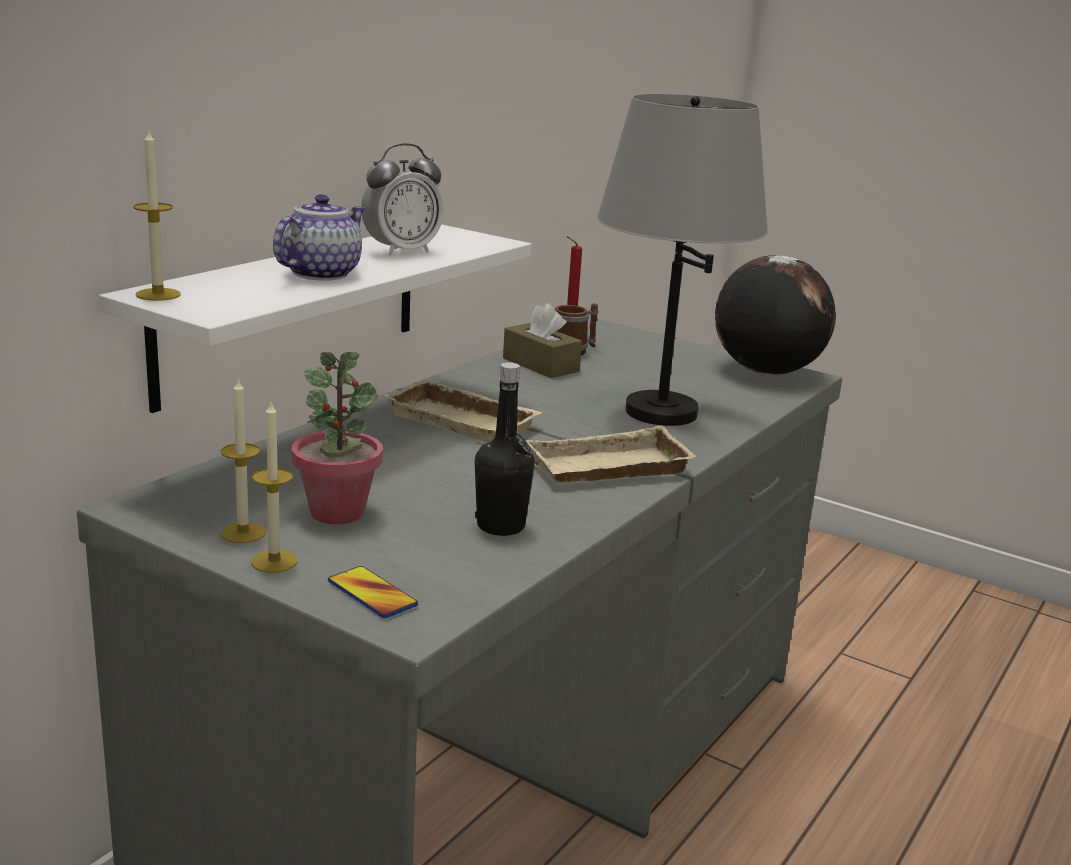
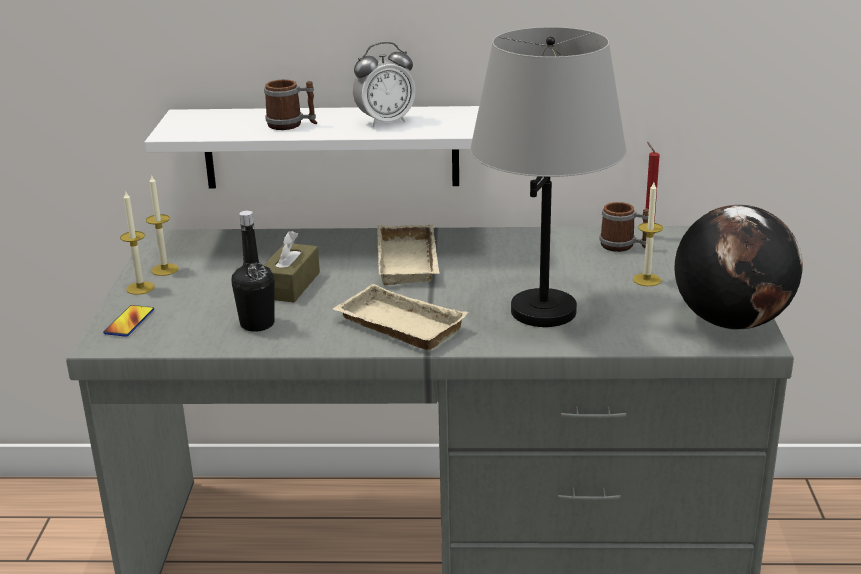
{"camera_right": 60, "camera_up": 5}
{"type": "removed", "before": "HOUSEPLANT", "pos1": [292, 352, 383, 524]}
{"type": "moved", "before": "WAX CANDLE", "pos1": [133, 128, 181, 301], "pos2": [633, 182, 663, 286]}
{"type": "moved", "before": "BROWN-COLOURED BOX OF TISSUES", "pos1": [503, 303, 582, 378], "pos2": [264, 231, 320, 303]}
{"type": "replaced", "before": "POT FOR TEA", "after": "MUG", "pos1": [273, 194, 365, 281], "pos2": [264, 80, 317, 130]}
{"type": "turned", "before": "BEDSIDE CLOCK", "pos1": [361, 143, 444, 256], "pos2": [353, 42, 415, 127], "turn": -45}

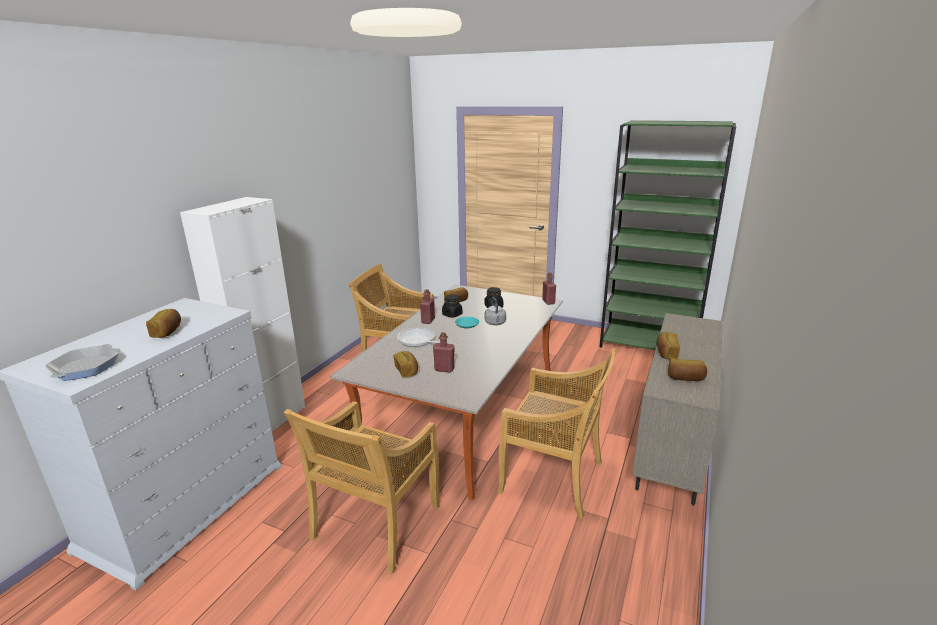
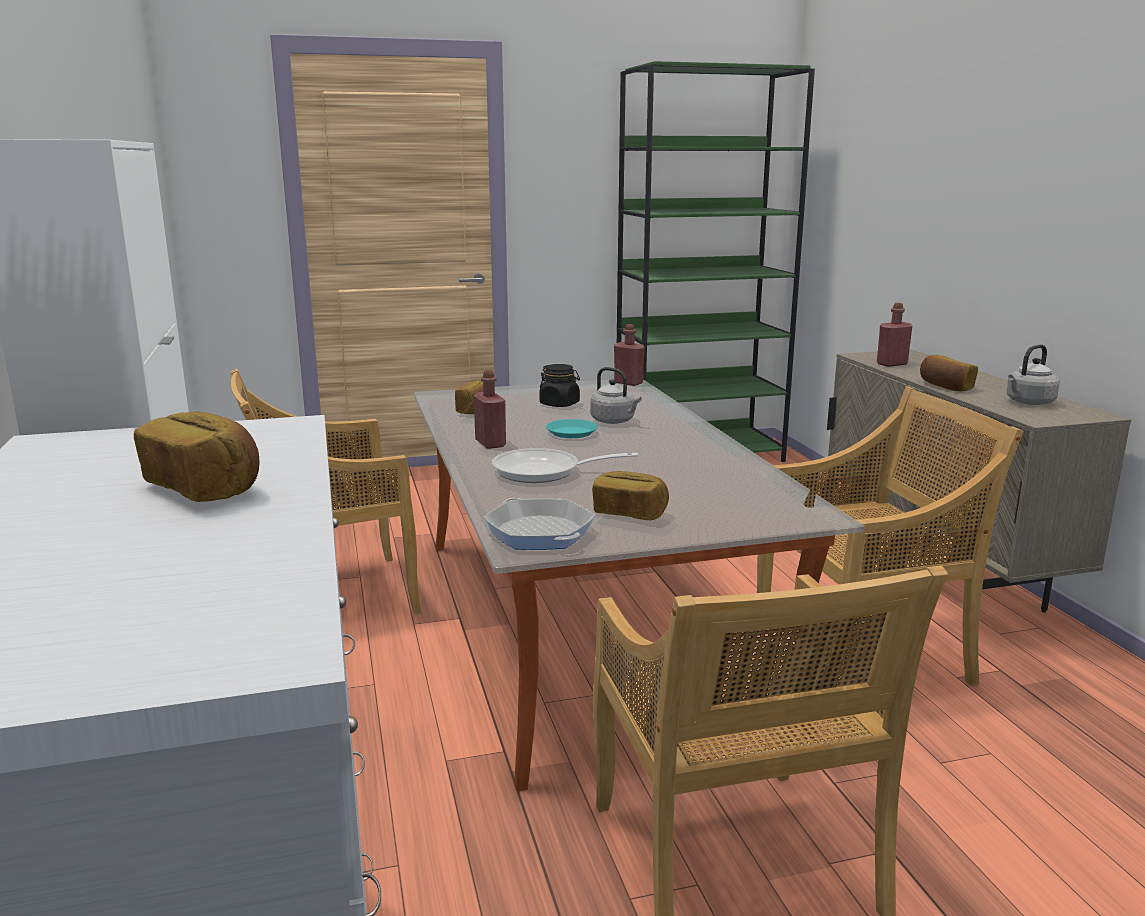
{"camera_right": -40, "camera_up": -5}
{"type": "removed", "before": "BLACK STORAGE JAR", "pos1": [442, 294, 462, 318]}
{"type": "moved", "before": "FRYING PAN", "pos1": [45, 344, 119, 381], "pos2": [483, 498, 595, 550]}
{"type": "moved", "before": "REDDISH BOTTLE", "pos1": [433, 332, 455, 373], "pos2": [877, 303, 912, 367]}
{"type": "replaced", "before": "BAKED BREAD", "after": "GREY KETTLE", "pos1": [668, 358, 707, 381], "pos2": [1007, 344, 1060, 405]}

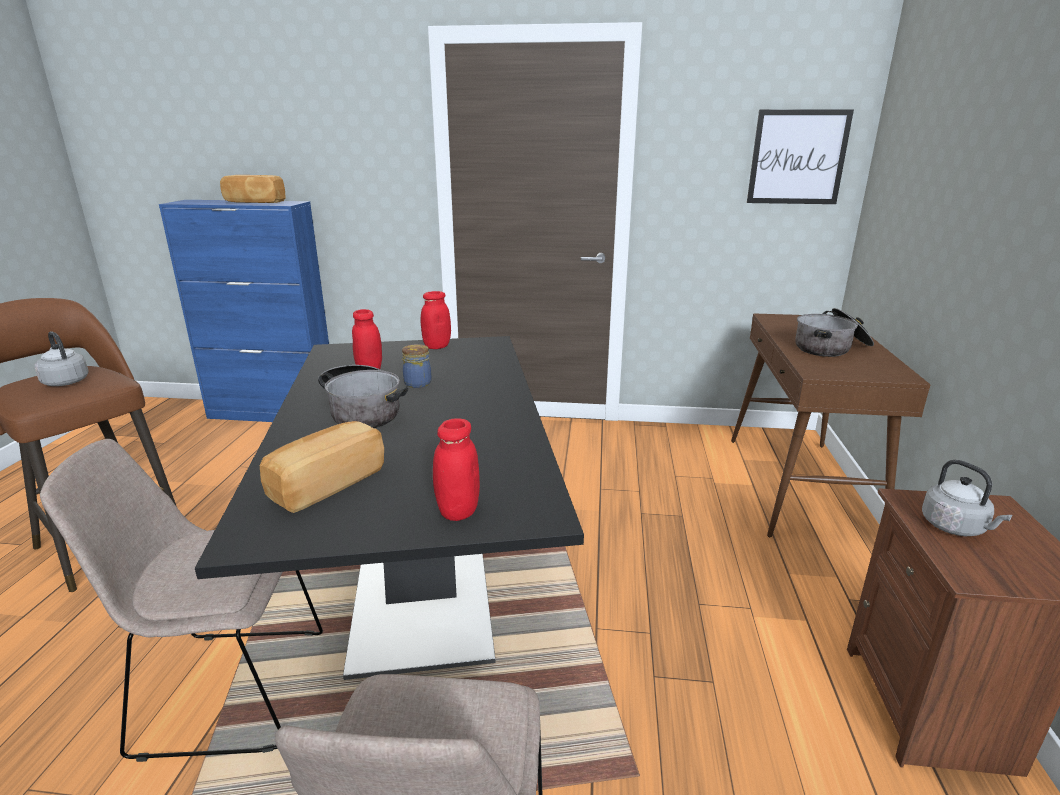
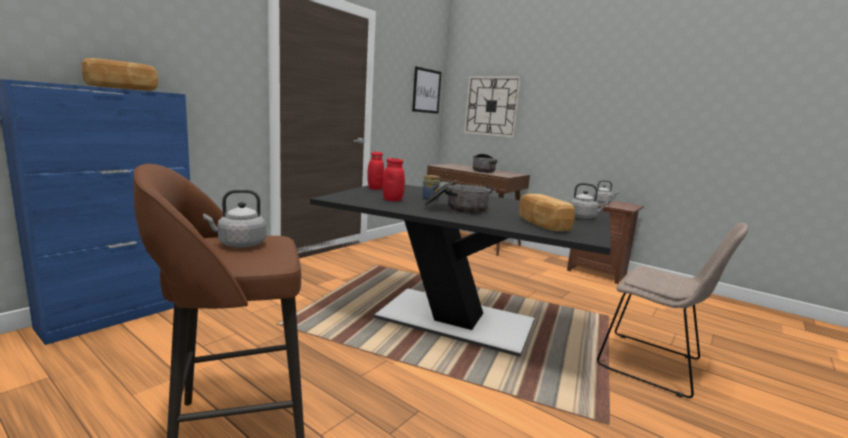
{"camera_right": -60, "camera_up": -10}
{"type": "removed", "before": "BEIGE UPRIGHT CHAIR", "pos1": [40, 439, 323, 762]}
{"type": "added", "after": "CLOCK ON THE WALL", "pos2": [464, 76, 522, 138]}
{"type": "replaced", "before": "REDDISH STORAGE JAR", "after": "GREY KETTLE", "pos1": [433, 418, 480, 521], "pos2": [569, 183, 608, 219]}

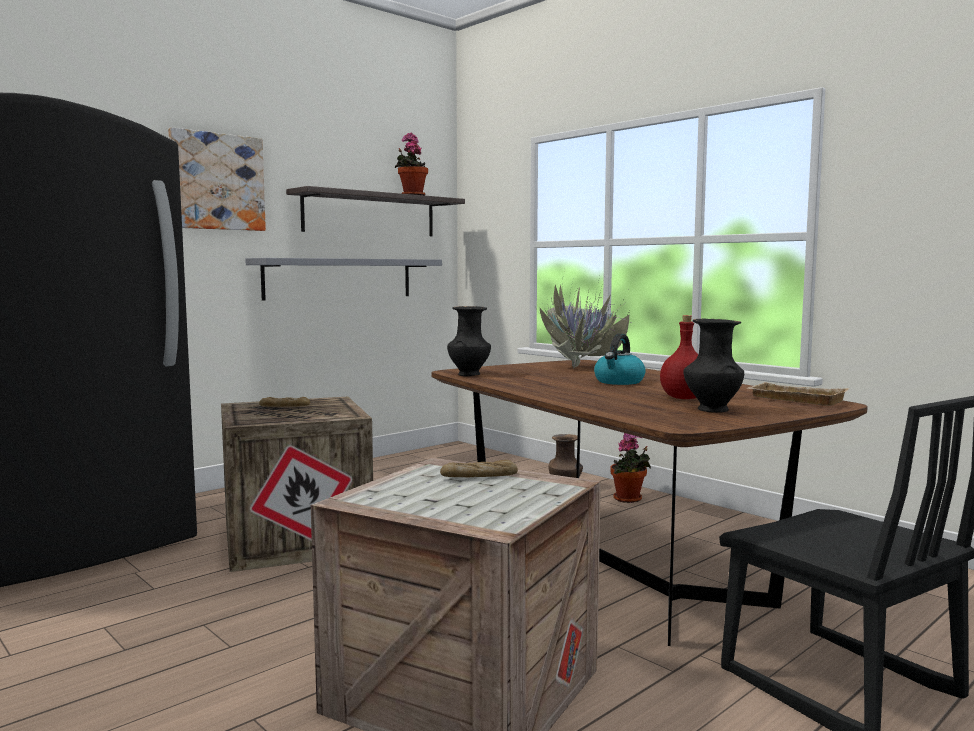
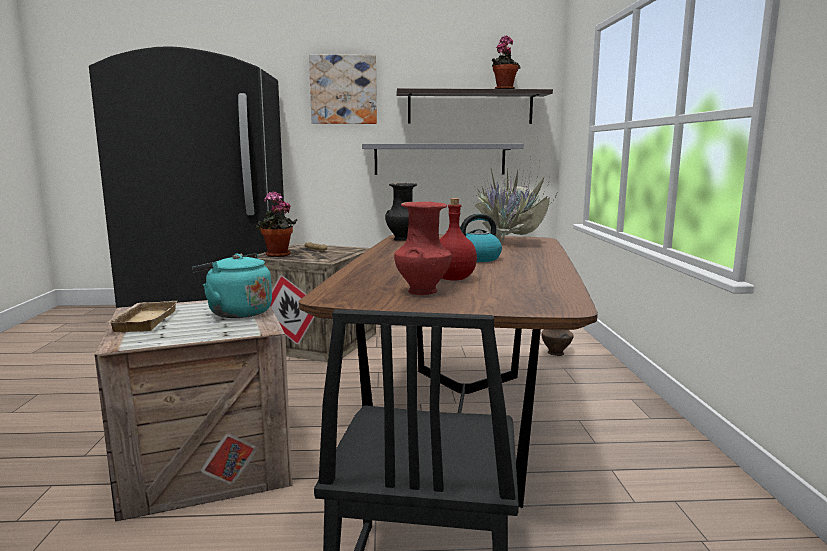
{"camera_right": 40, "camera_up": 5}
{"type": "moved", "before": "HOUSEPLANT", "pos1": [610, 433, 651, 503], "pos2": [255, 191, 297, 257]}
{"type": "moved", "before": "BEIGE CARRYING TRAY", "pos1": [748, 382, 849, 406], "pos2": [105, 301, 177, 333]}
{"type": "replaced", "before": "BAKED BREAD", "after": "TURQUOISE-COLOURED KETTLE", "pos1": [440, 460, 518, 477], "pos2": [192, 253, 272, 318]}
{"type": "recoloured", "before": "BLACK FLOWER VASE", "after": "REDDISH FLOWER VASE", "pos1": [683, 318, 744, 413], "pos2": [394, 202, 452, 295]}

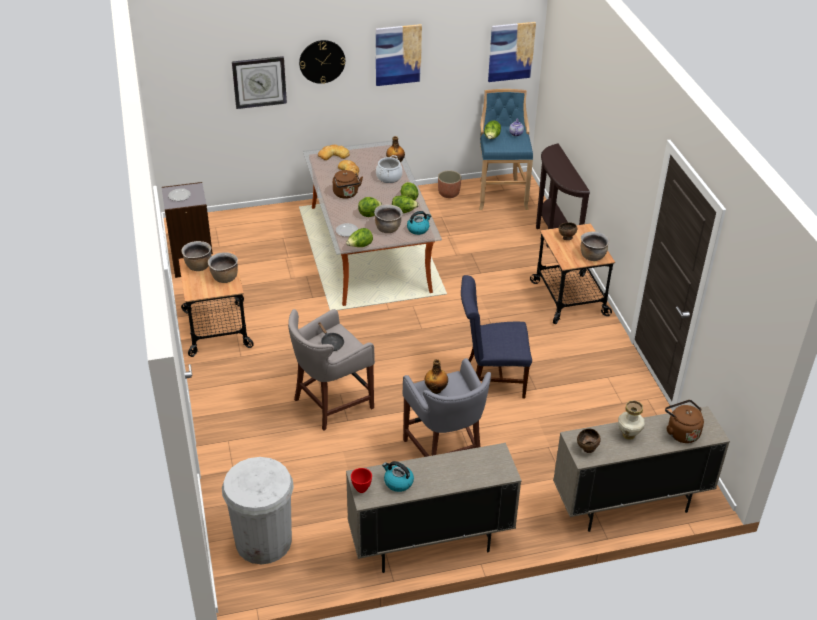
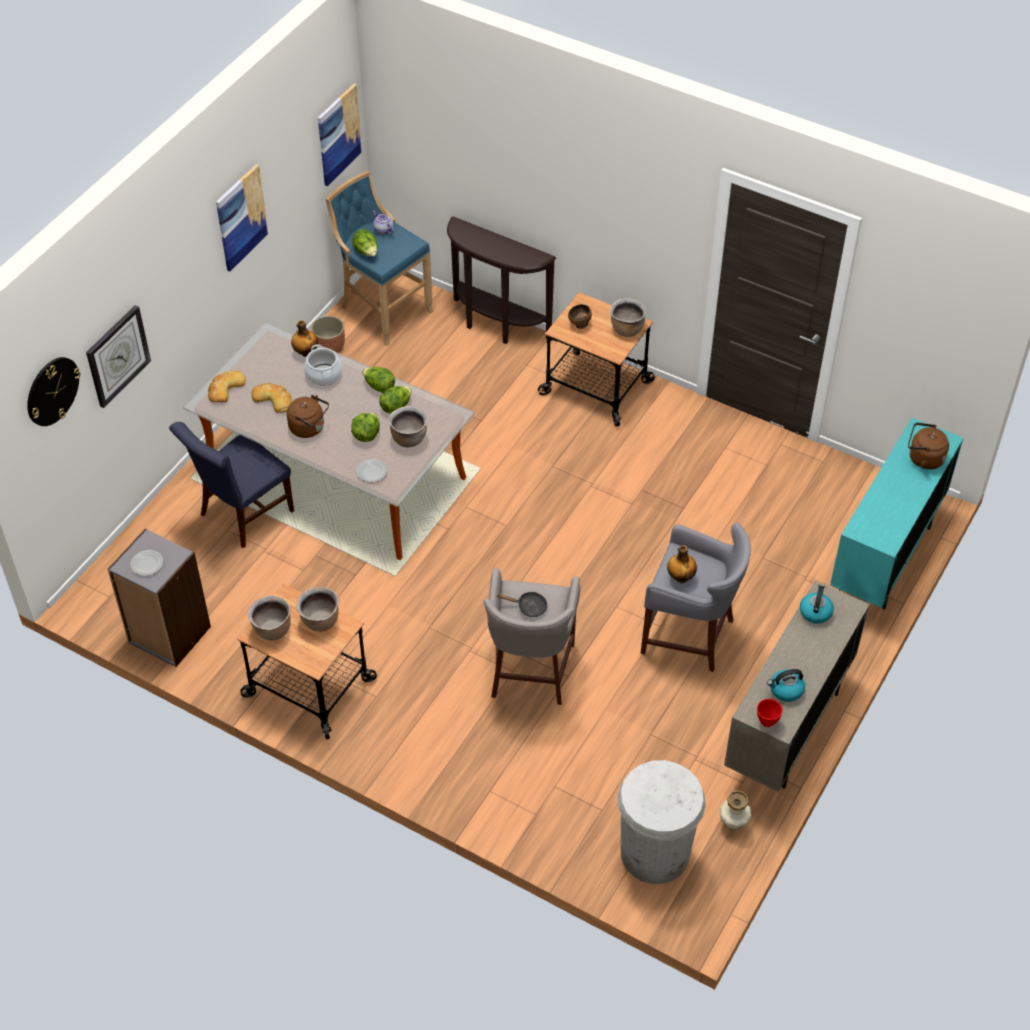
{"camera_right": -45, "camera_up": 10}
{"type": "removed", "before": "LETTUCE HEAD", "pos1": [346, 228, 373, 247]}
{"type": "removed", "before": "BROWN-COLOURED DEEP DISH", "pos1": [577, 428, 600, 453]}
{"type": "moved", "before": "CLOCK ON THE WALL", "pos1": [299, 40, 345, 84], "pos2": [27, 357, 80, 426]}
{"type": "moved", "before": "KETTLE", "pos1": [407, 211, 431, 235], "pos2": [800, 584, 834, 624]}
{"type": "moved", "before": "BLUISH UPRIGHT CHAIR", "pos1": [461, 275, 532, 398], "pos2": [169, 422, 294, 548]}
{"type": "moved", "before": "FLOWER VASE", "pos1": [618, 400, 645, 440], "pos2": [719, 791, 751, 831]}
{"type": "recoloured", "before": "BEIGE CUPBOARD", "after": "TURQUOISE-COLOURED CUPBOARD", "pos1": [553, 406, 730, 532], "pos2": [830, 418, 963, 610]}

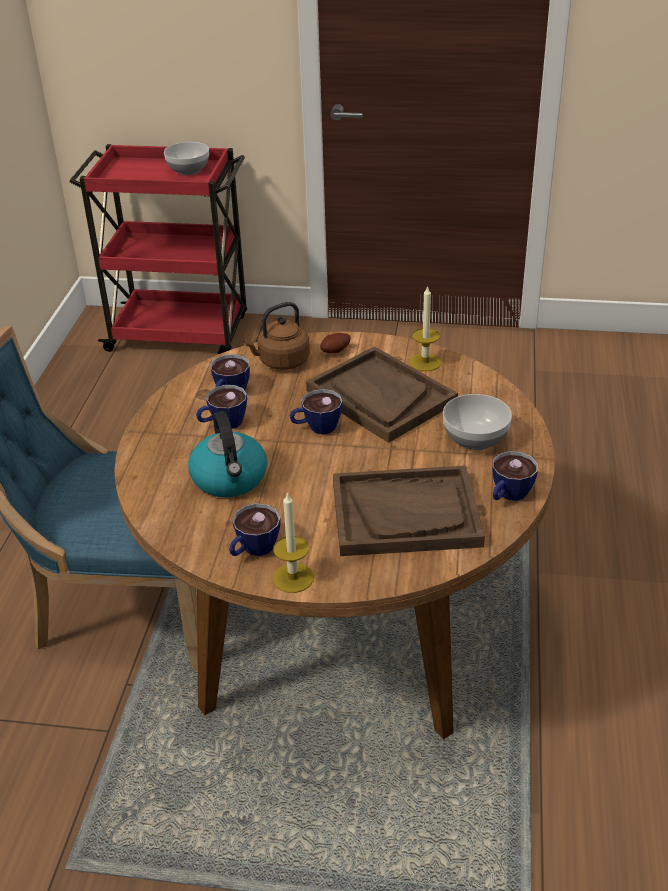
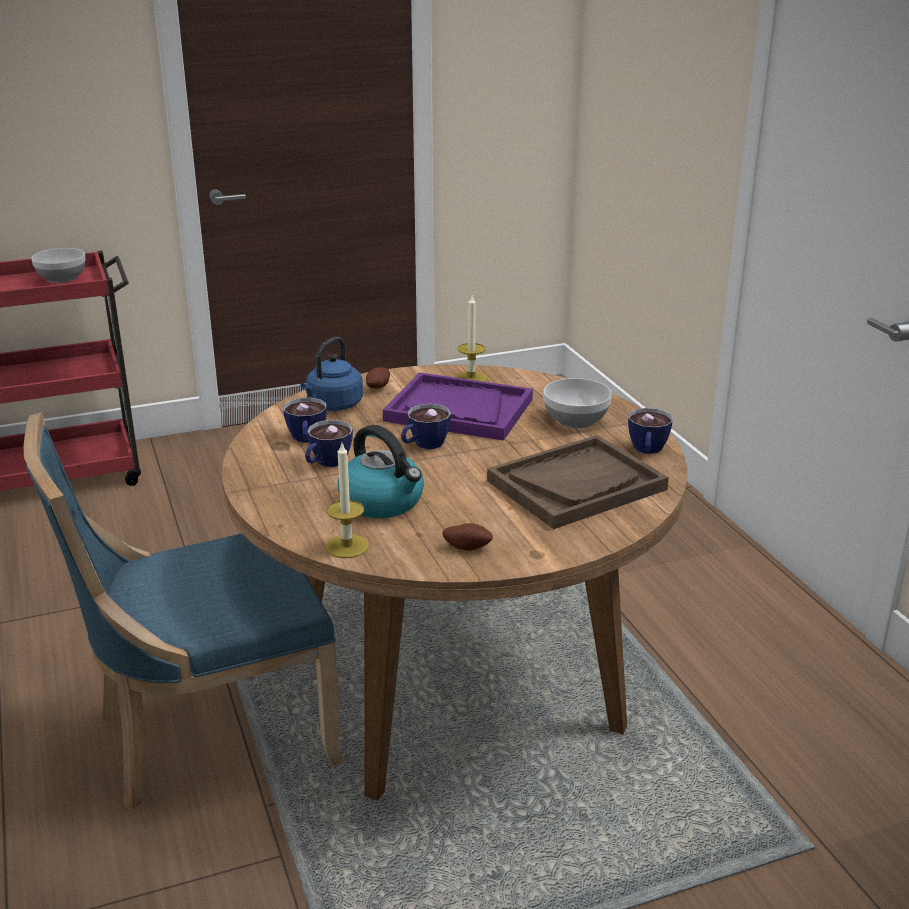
{"camera_right": -30, "camera_up": -10}
{"type": "moved", "before": "WAX CANDLE", "pos1": [273, 492, 314, 593], "pos2": [325, 441, 369, 558]}
{"type": "replaced", "before": "SMALL CUP", "after": "WHOLE POTATO", "pos1": [229, 503, 281, 556], "pos2": [443, 523, 493, 551]}
{"type": "recoloured", "before": "BROWN-COLOURED KETTLE", "after": "BLUISH KETTLE", "pos1": [243, 302, 310, 370], "pos2": [300, 337, 363, 411]}
{"type": "recoloured", "before": "BROWN-COLOURED CARRYING TRAY", "after": "PURPLE-COLOURED CARRYING TRAY", "pos1": [306, 346, 458, 443], "pos2": [383, 372, 533, 440]}

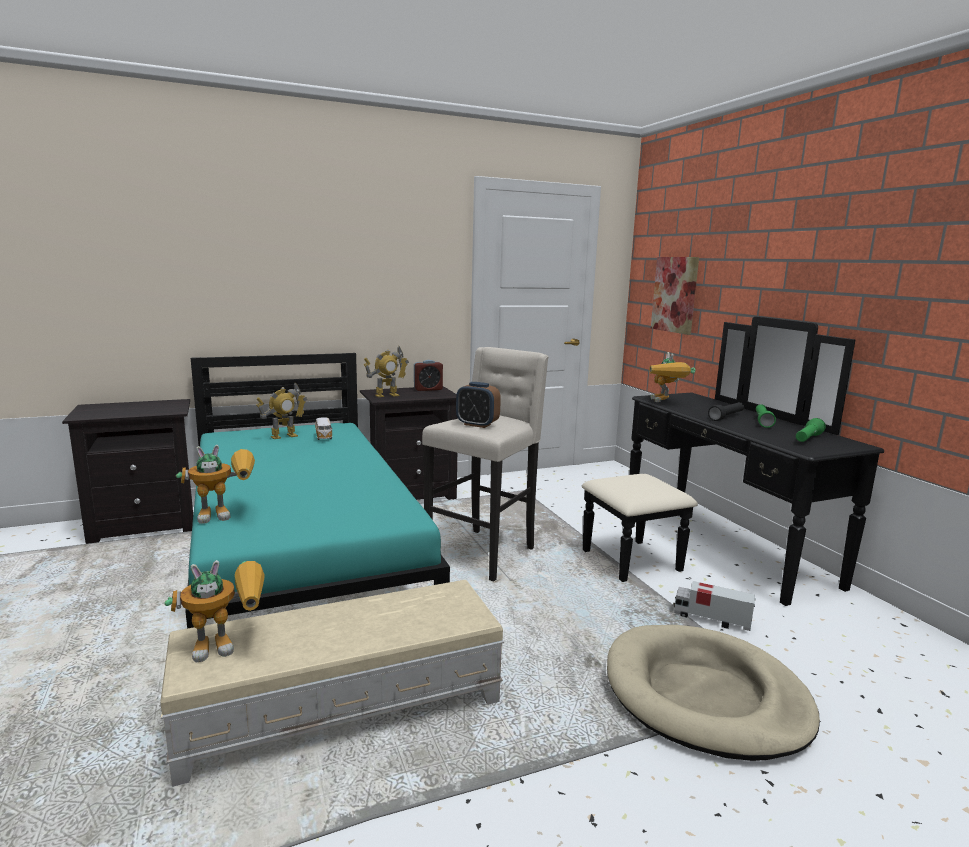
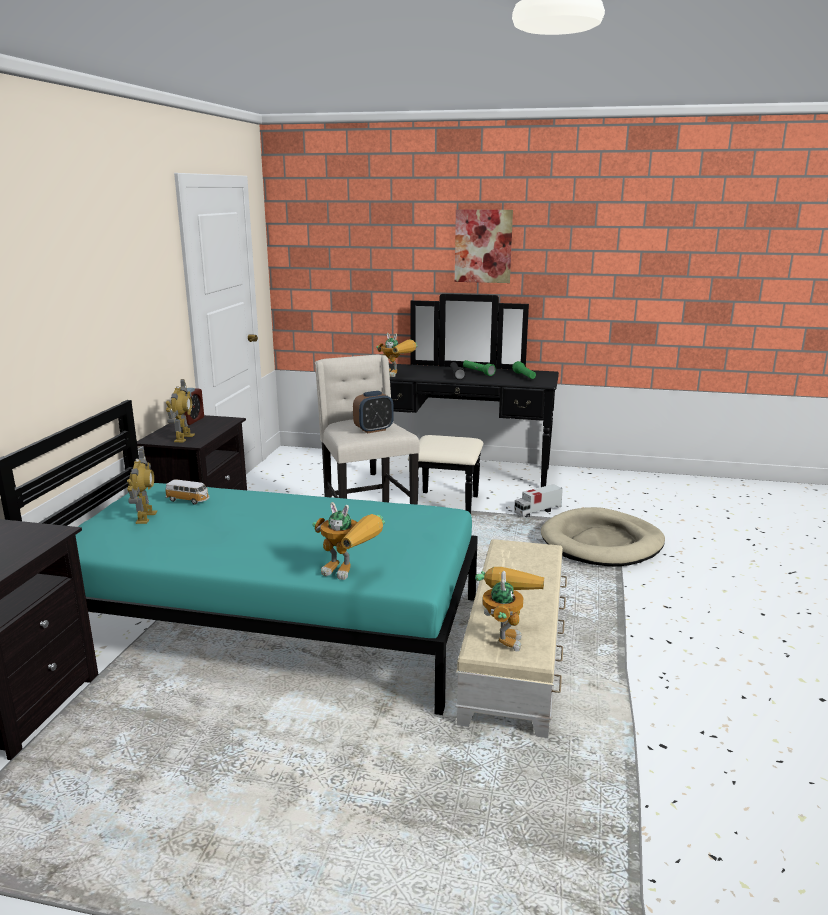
{"camera_right": -55, "camera_up": 5}
{"type": "moved", "before": "PICTURE", "pos1": [651, 257, 699, 335], "pos2": [455, 209, 513, 283]}
{"type": "turned", "before": "TOY ROBOT", "pos1": [176, 445, 255, 524], "pos2": [312, 502, 385, 580], "turn": 105}

